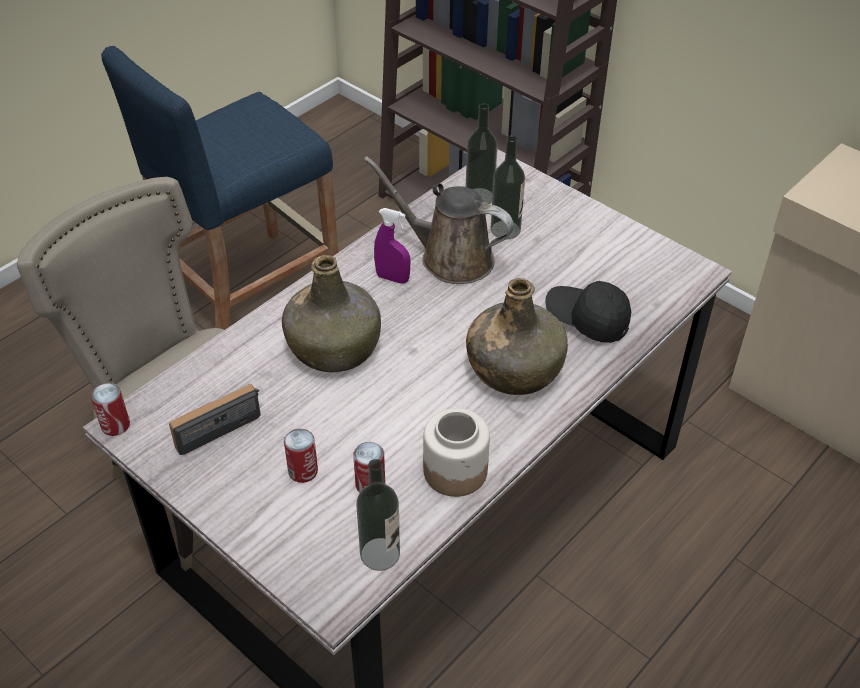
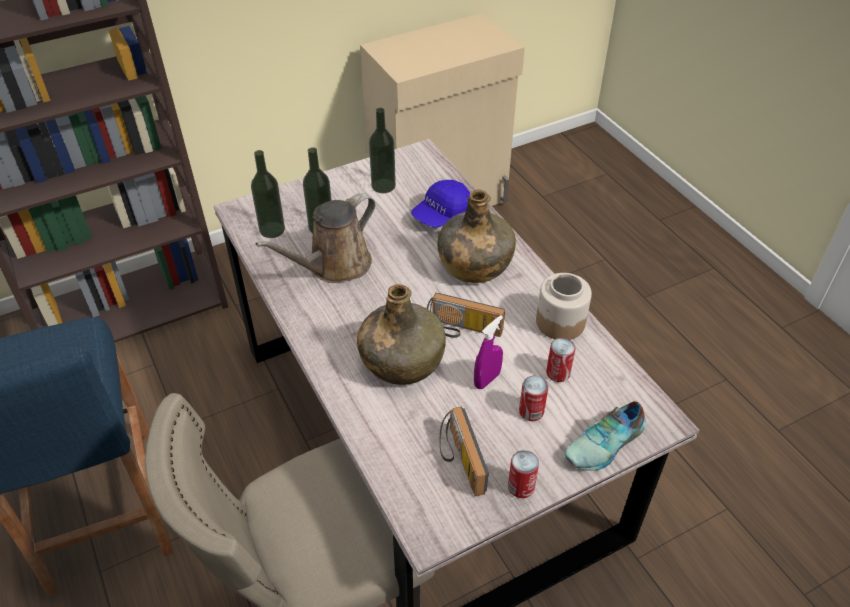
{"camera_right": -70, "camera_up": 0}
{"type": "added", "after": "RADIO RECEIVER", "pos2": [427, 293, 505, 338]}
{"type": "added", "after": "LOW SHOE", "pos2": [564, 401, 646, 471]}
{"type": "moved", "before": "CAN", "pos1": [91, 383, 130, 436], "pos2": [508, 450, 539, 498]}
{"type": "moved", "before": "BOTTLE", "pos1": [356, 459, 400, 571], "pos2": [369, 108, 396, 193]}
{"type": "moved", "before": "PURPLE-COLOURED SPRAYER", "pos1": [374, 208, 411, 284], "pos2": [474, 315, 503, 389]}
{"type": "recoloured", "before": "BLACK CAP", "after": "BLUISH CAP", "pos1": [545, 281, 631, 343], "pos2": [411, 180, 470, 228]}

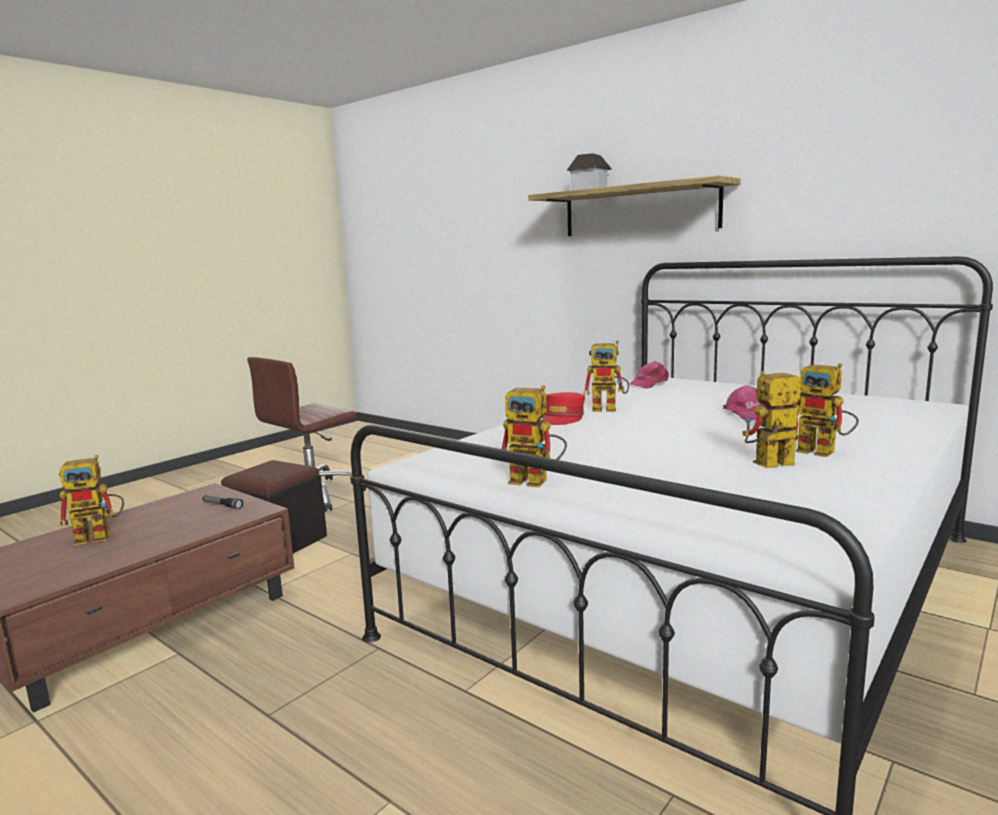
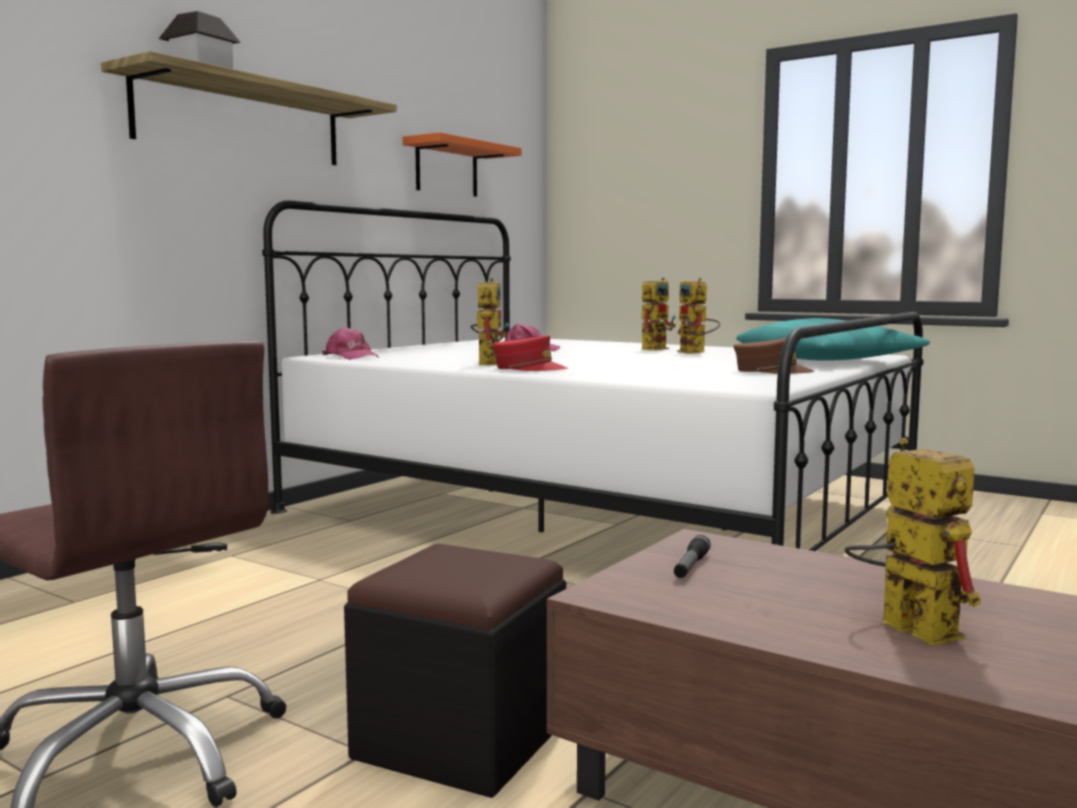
{"camera_right": -95, "camera_up": -5}
{"type": "added", "after": "ORANGE-COLOURED BRACKET SHELF", "pos2": [403, 132, 522, 197]}
{"type": "added", "after": "TURQUOISE-COLOURED THROW PILLOW", "pos2": [736, 318, 930, 361]}
{"type": "replaced", "before": "TOY ROBOT", "after": "BROWN-COLOURED CAP", "pos1": [502, 385, 567, 487], "pos2": [733, 338, 815, 374]}

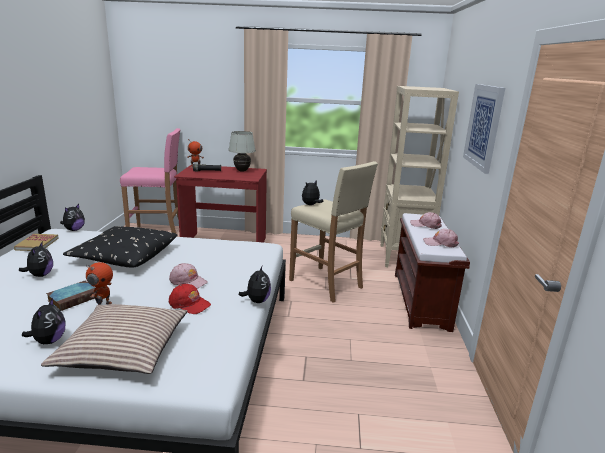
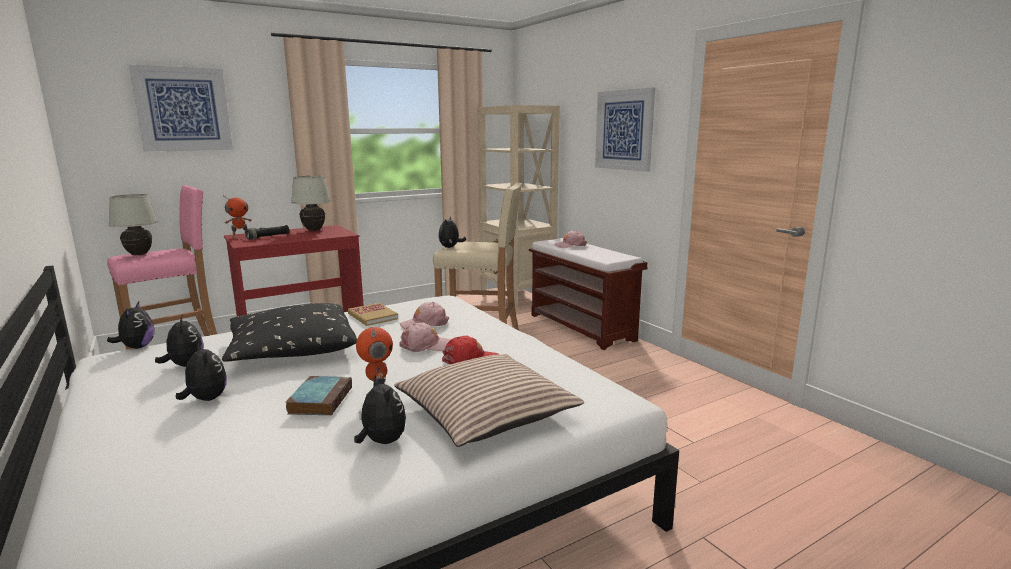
{"camera_right": -35, "camera_up": -5}
{"type": "added", "after": "WHITE-COLOURED TABLE LAMP", "pos2": [109, 194, 158, 255]}
{"type": "added", "after": "PICTURE", "pos2": [129, 65, 233, 152]}
{"type": "moved", "before": "BOUND BOOK", "pos1": [14, 234, 59, 251], "pos2": [348, 303, 398, 326]}
{"type": "moved", "before": "SOFT TOY", "pos1": [239, 266, 271, 303], "pos2": [155, 315, 204, 367]}
{"type": "moved", "before": "PINKISH CAP", "pos1": [423, 229, 459, 248], "pos2": [400, 302, 449, 329]}

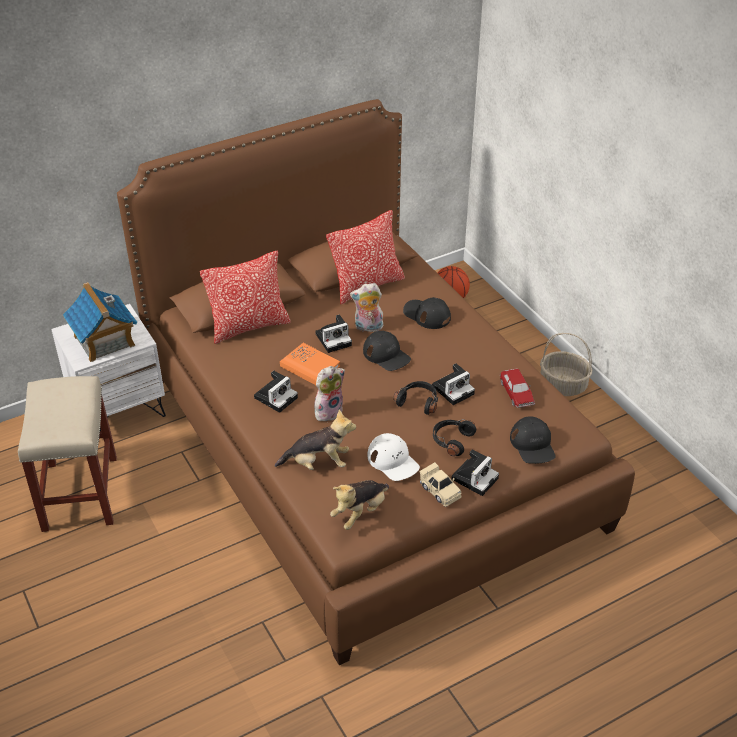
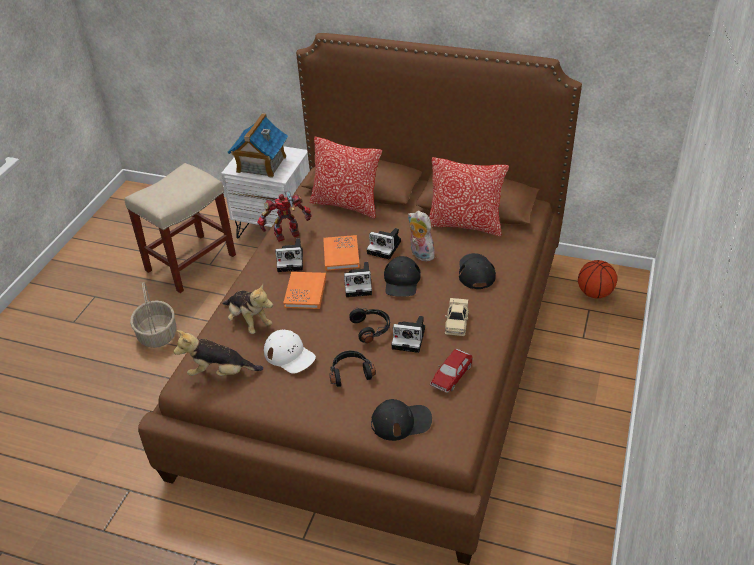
{"camera_right": 50, "camera_up": 0}
{"type": "added", "after": "TOY ROBOT", "pos2": [257, 191, 311, 242]}
{"type": "moved", "before": "BEIGE MINIATURE CAR", "pos1": [419, 462, 462, 507], "pos2": [445, 298, 469, 336]}
{"type": "moved", "before": "STILL CAMERA", "pos1": [451, 449, 499, 496], "pos2": [344, 262, 372, 297]}
{"type": "moved", "before": "STORAGE BASKET", "pos1": [540, 333, 592, 396], "pos2": [130, 282, 176, 348]}
{"type": "replaced", "before": "SOFT TOY", "after": "ORANGE-COLOURED BOUND BOOK", "pos1": [314, 366, 345, 421], "pos2": [283, 272, 326, 309]}
{"type": "turned", "before": "WHITE-COLOURED CAP", "pos1": [367, 433, 420, 481], "pos2": [264, 330, 316, 374], "turn": -60}
{"type": "turned", "before": "BLACK CAP", "pos1": [510, 416, 556, 464], "pos2": [371, 399, 432, 441], "turn": -135}

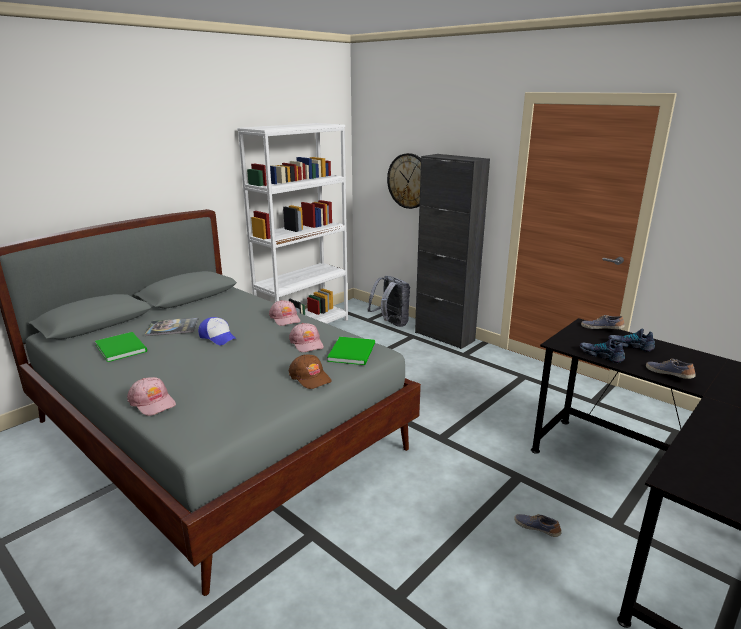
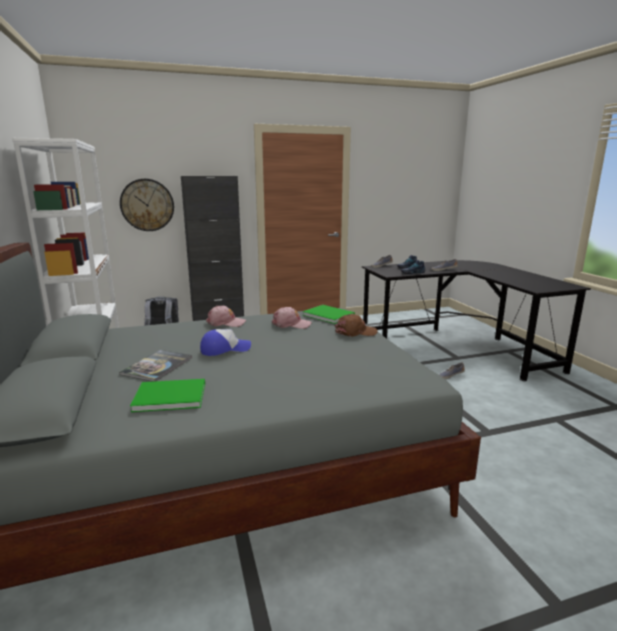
{"camera_right": -60, "camera_up": -5}
{"type": "removed", "before": "PINKISH CAP", "pos1": [127, 377, 176, 416]}

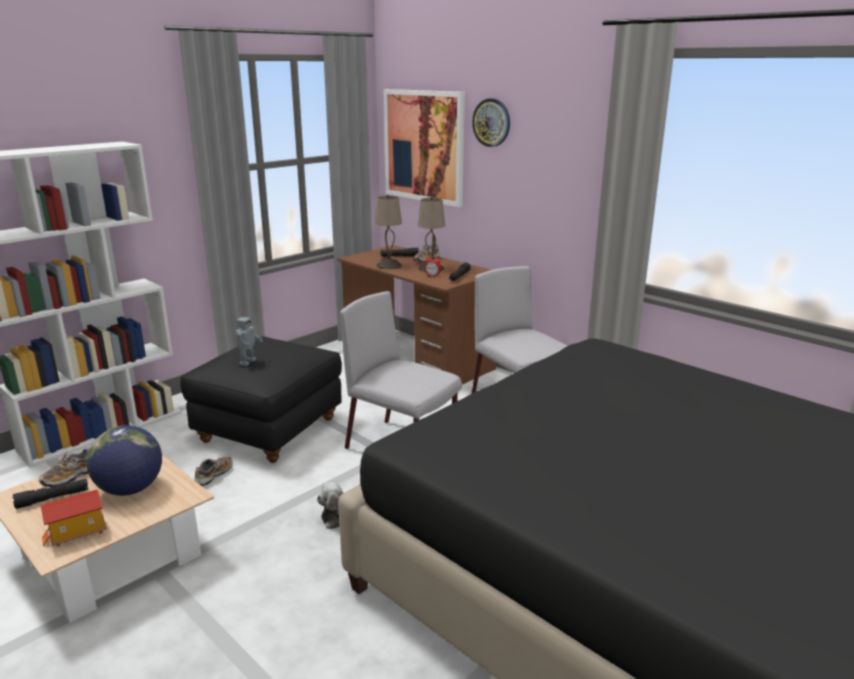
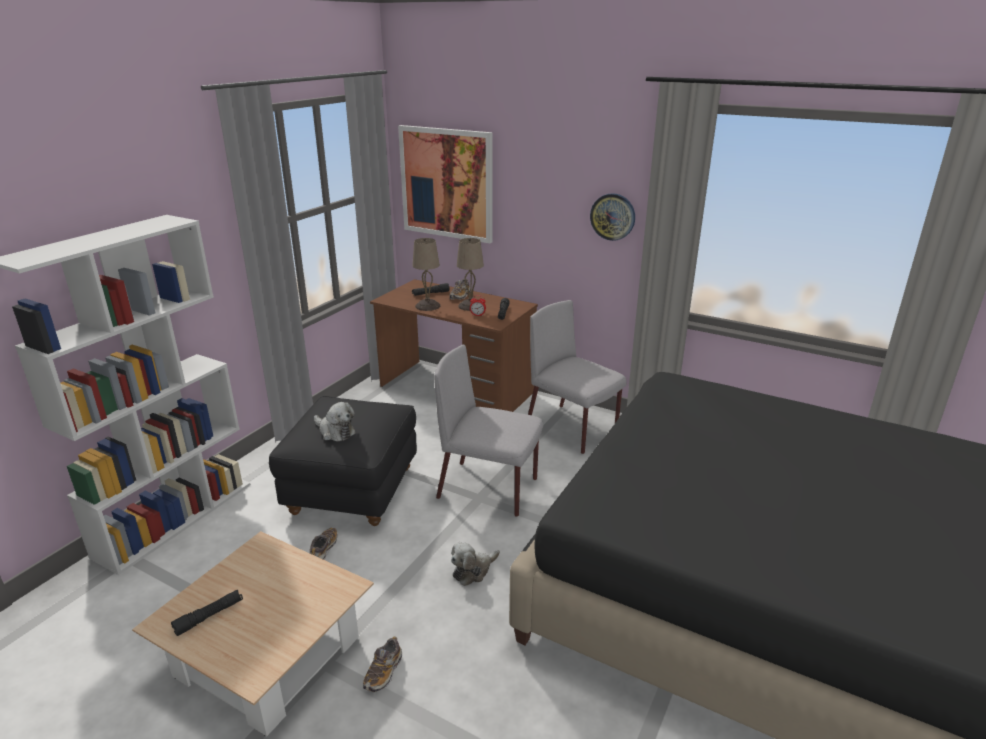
{"camera_right": -15, "camera_up": 5}
{"type": "removed", "before": "MINIATURE HOUSE", "pos1": [41, 489, 107, 547]}
{"type": "removed", "before": "DESK GLOBE", "pos1": [87, 425, 162, 496]}
{"type": "moved", "before": "LOW SHOE", "pos1": [39, 447, 90, 487], "pos2": [363, 636, 402, 692]}
{"type": "moved", "before": "CLOCK ON THE WALL", "pos1": [472, 98, 510, 147], "pos2": [590, 193, 635, 241]}
{"type": "replaced", "before": "TOY ROBOT", "after": "SOFT TOY", "pos1": [233, 312, 262, 366], "pos2": [314, 402, 356, 441]}

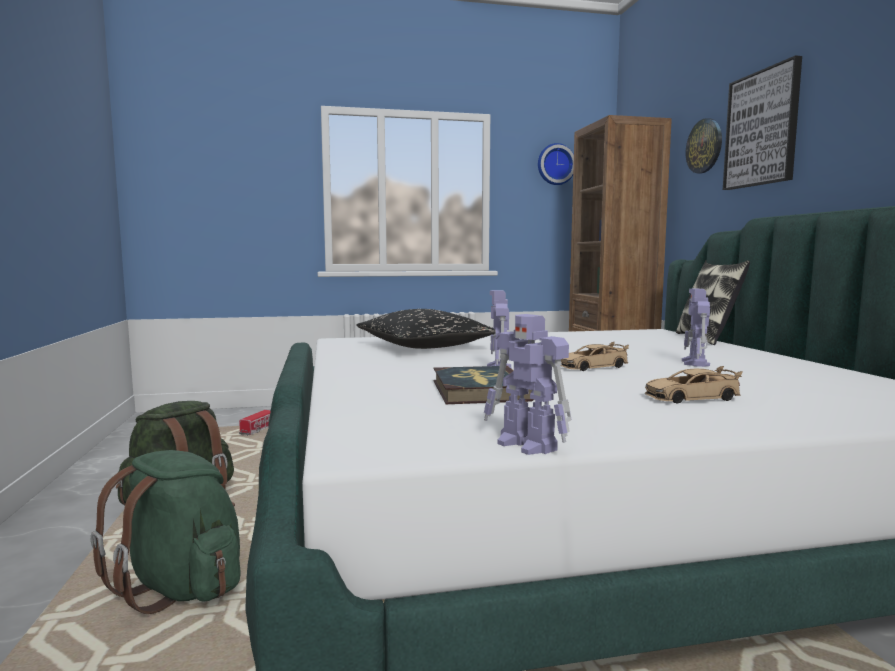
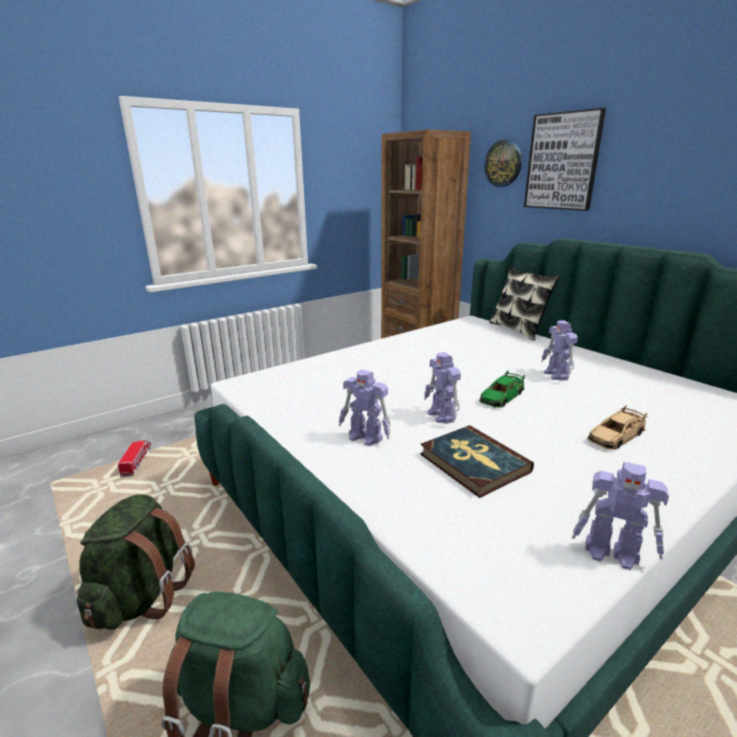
{"camera_right": -25, "camera_up": 15}
{"type": "removed", "before": "BLACK THROW PILLOW", "pos1": [356, 309, 495, 349]}
{"type": "removed", "before": "CLOCK ON THE WALL", "pos1": [538, 143, 574, 185]}
{"type": "added", "after": "TOY ROBOT", "pos2": [339, 369, 391, 446]}
{"type": "recoloured", "before": "BEIGE MINIATURE CAR", "after": "GREENISH MINIATURE CAR", "pos1": [560, 342, 629, 371], "pos2": [479, 370, 525, 408]}

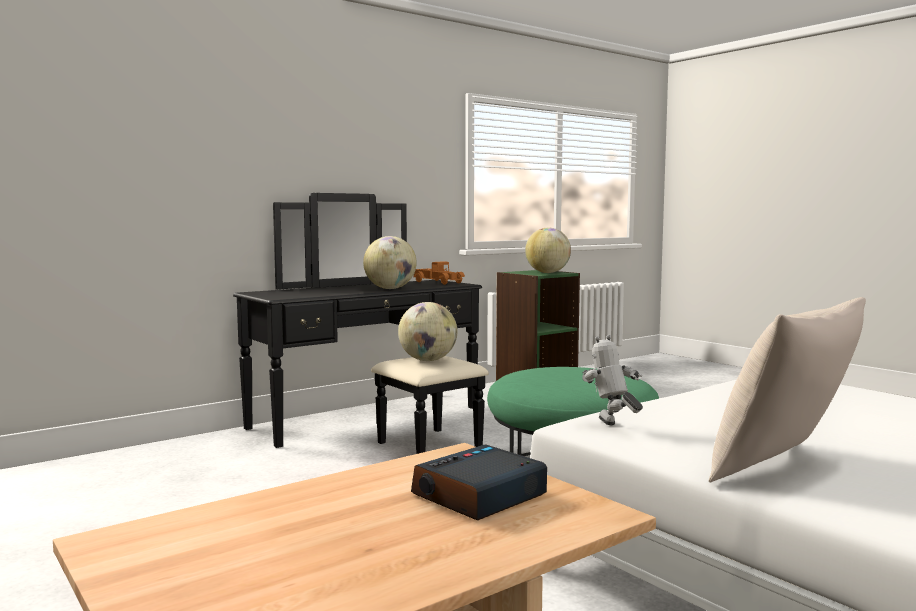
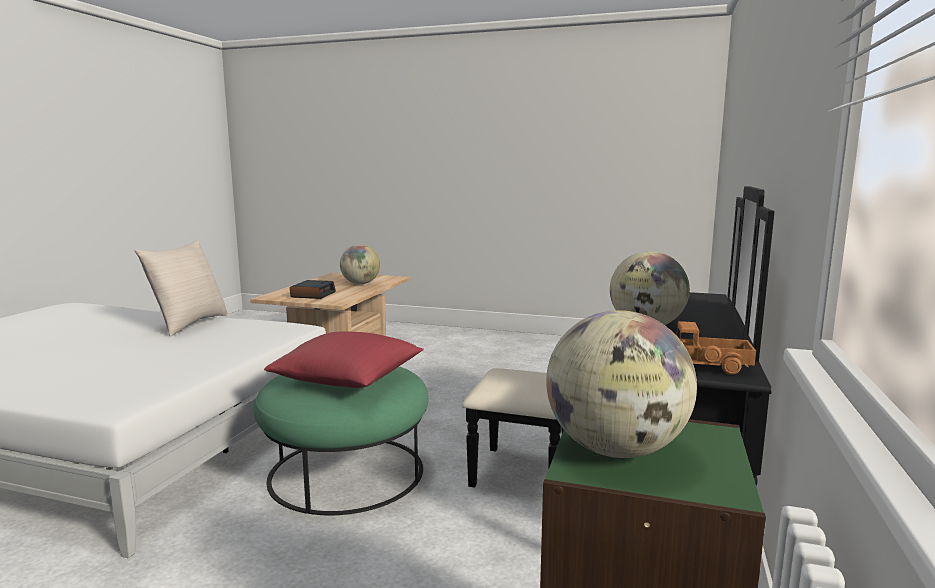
{"camera_right": 145, "camera_up": 5}
{"type": "removed", "before": "TOY ROBOT", "pos1": [582, 335, 643, 425]}
{"type": "added", "after": "REDDISH THROW PILLOW", "pos2": [264, 331, 424, 388]}
{"type": "moved", "before": "DESK GLOBE", "pos1": [398, 302, 457, 361], "pos2": [340, 245, 380, 284]}

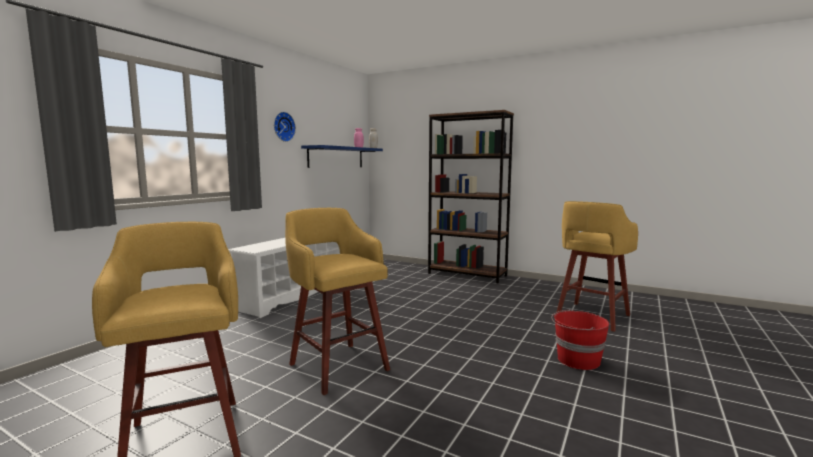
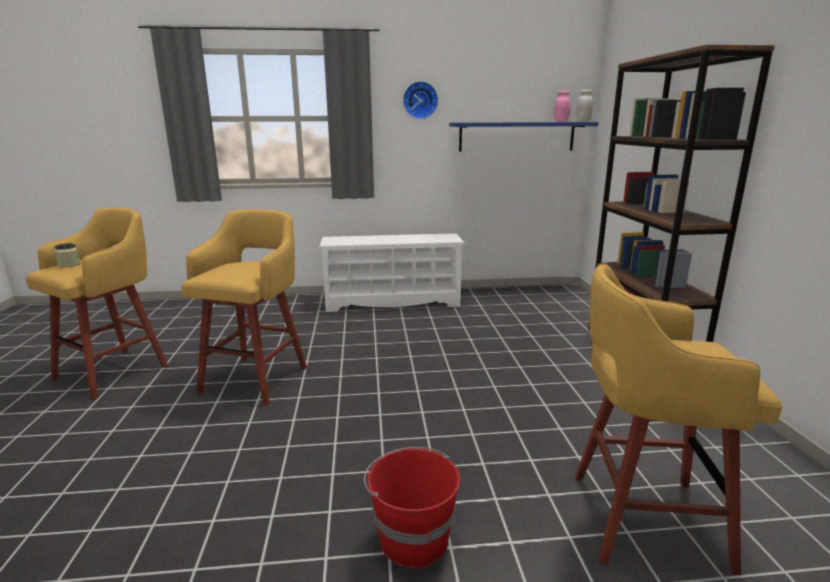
{"camera_right": 55, "camera_up": 10}
{"type": "added", "after": "STORAGE JAR", "pos2": [54, 243, 81, 267]}

